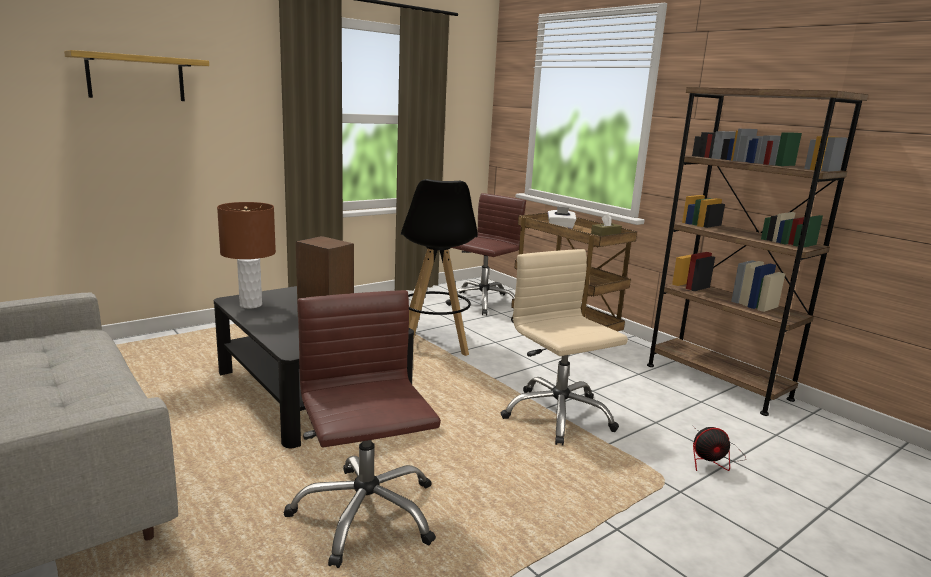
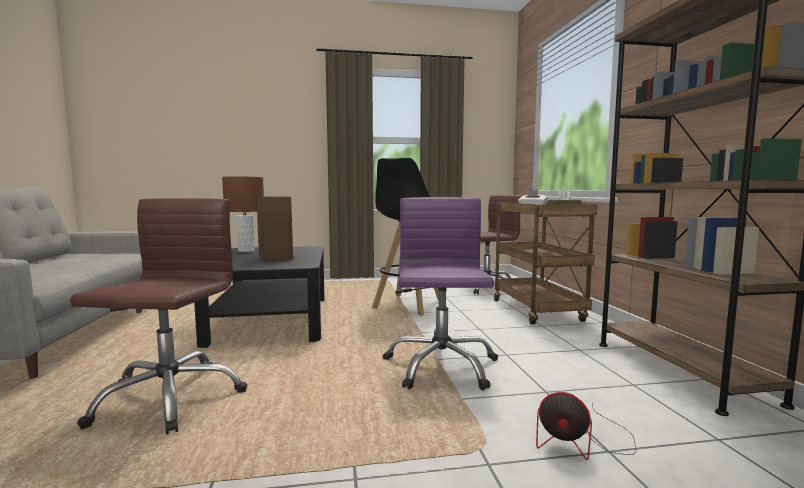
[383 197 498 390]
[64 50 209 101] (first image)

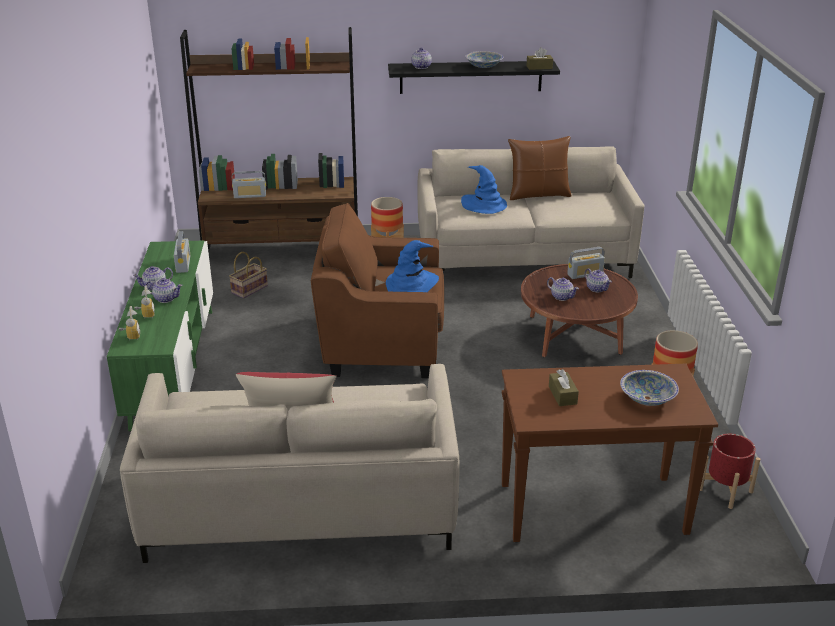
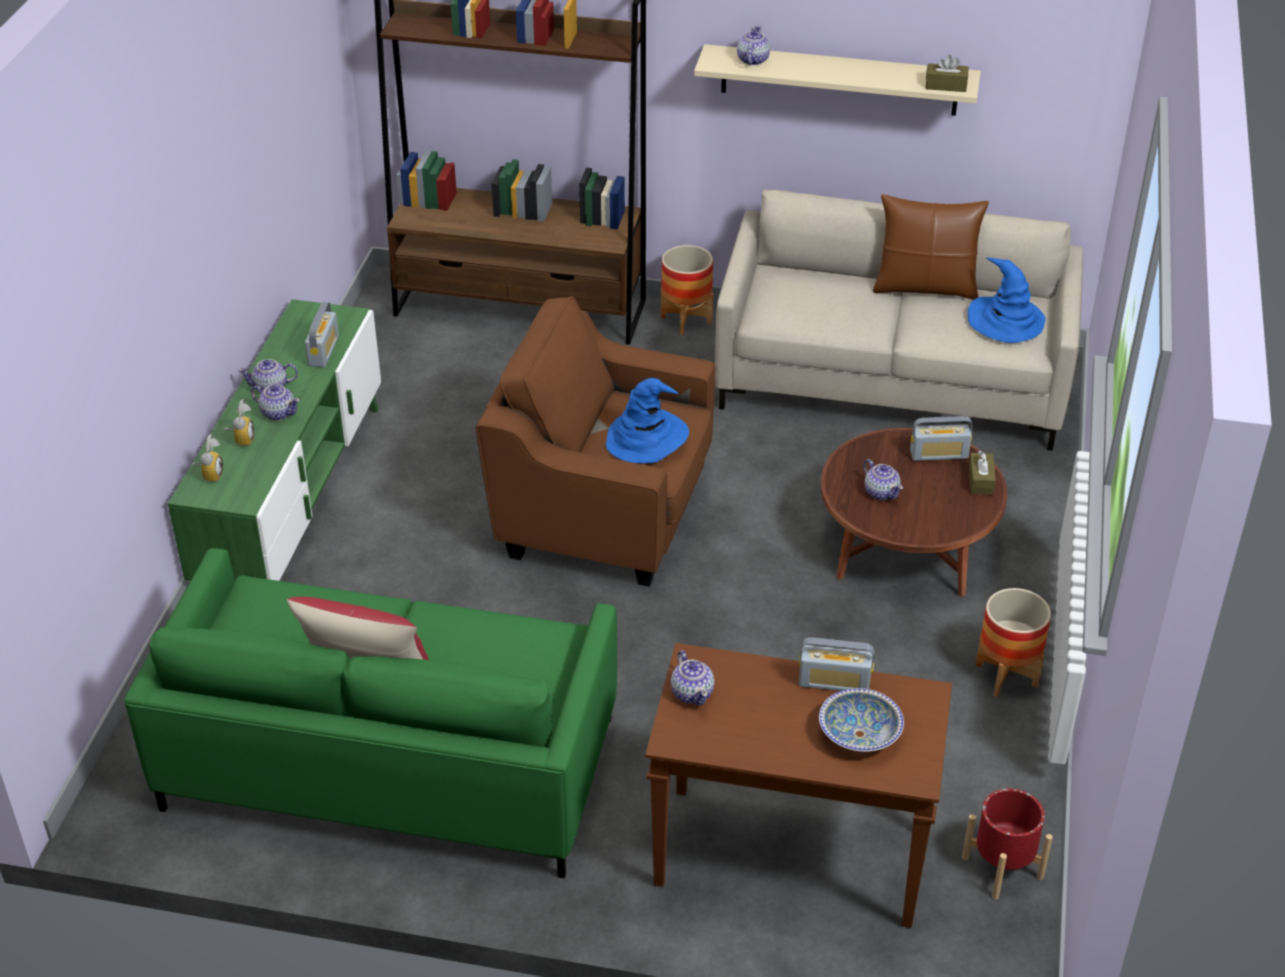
[124 548 617 878]
[671 650 715 706]
[694 44 981 116]
[799 637 874 691]
[968 258 1046 343]
[969 451 996 495]
[229 252 268 299] (first image)
[465 51 503 68] (first image)

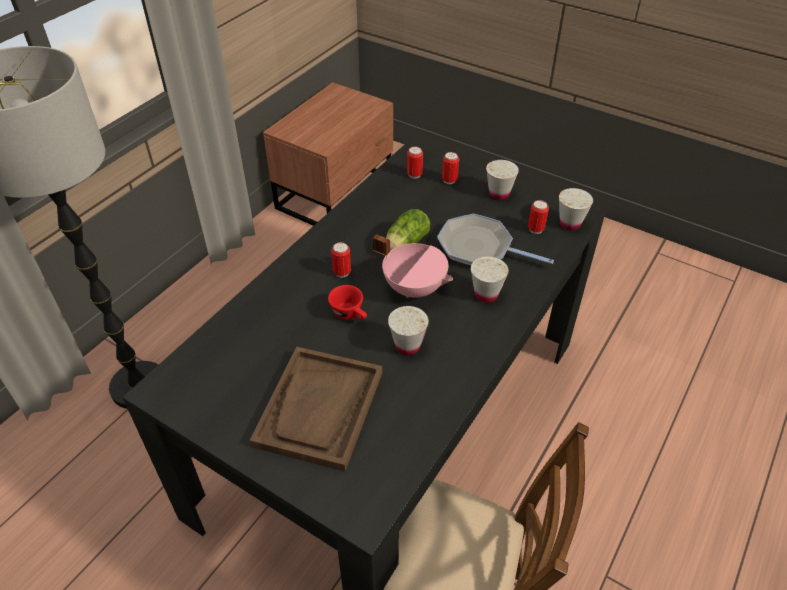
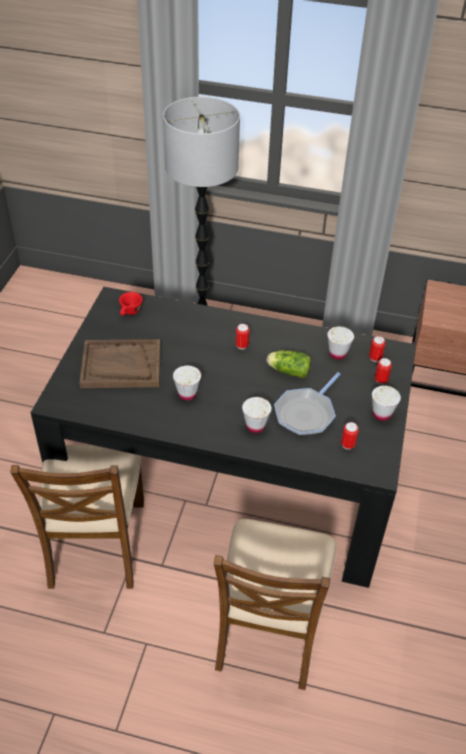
[119 292 143 316]
[214 519 337 690]
[274 372 340 435]
[327 327 354 359]
[373 234 453 298] (first image)

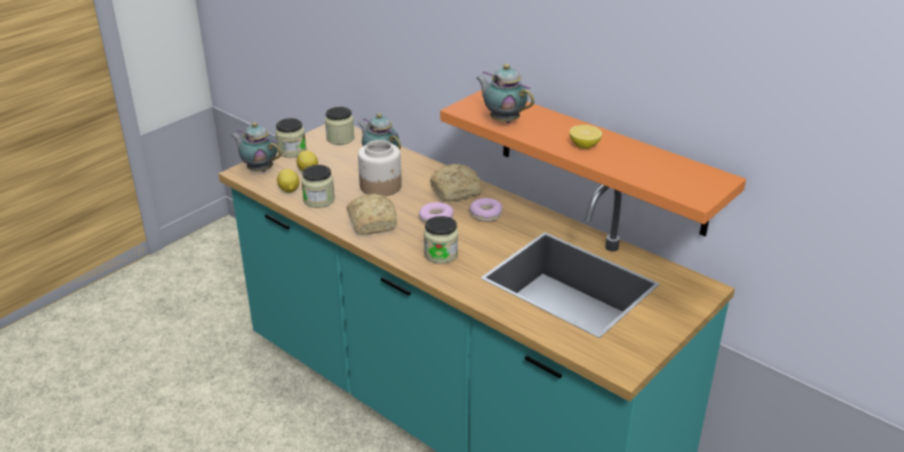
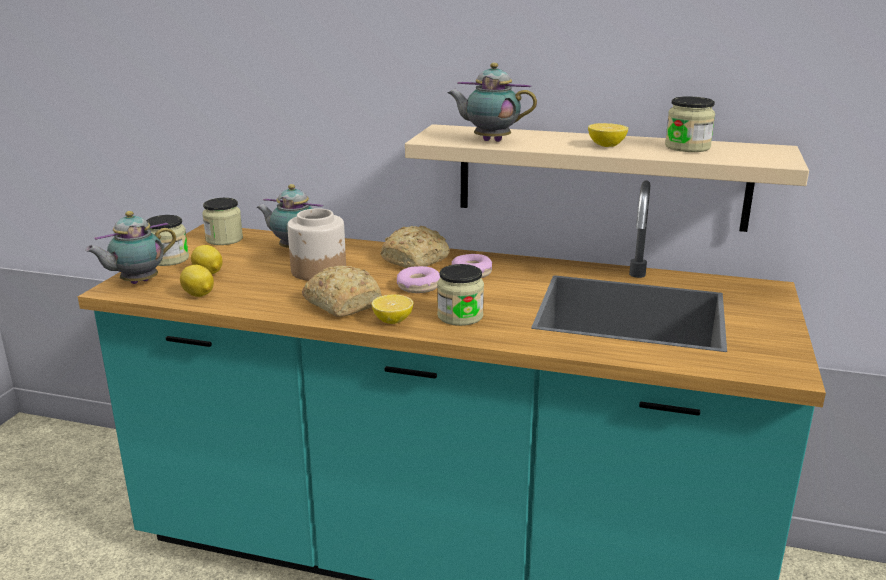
[85 211 176 284]
[372 294 414 324]
[405 124 809 232]
[665 96 715 152]

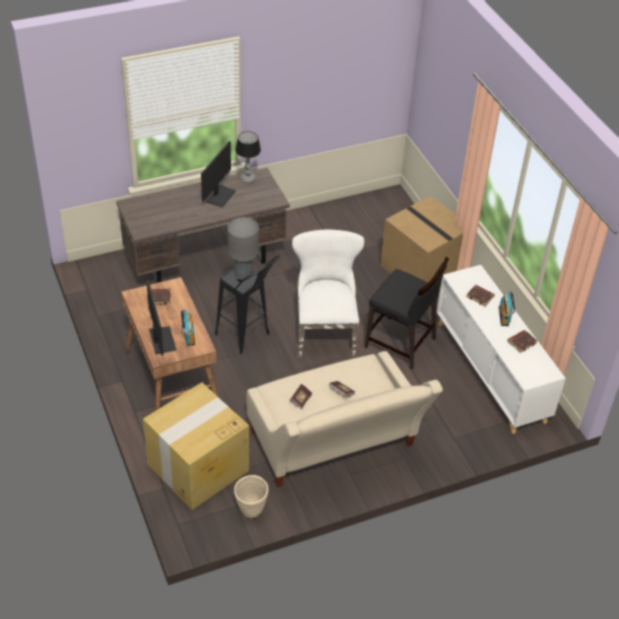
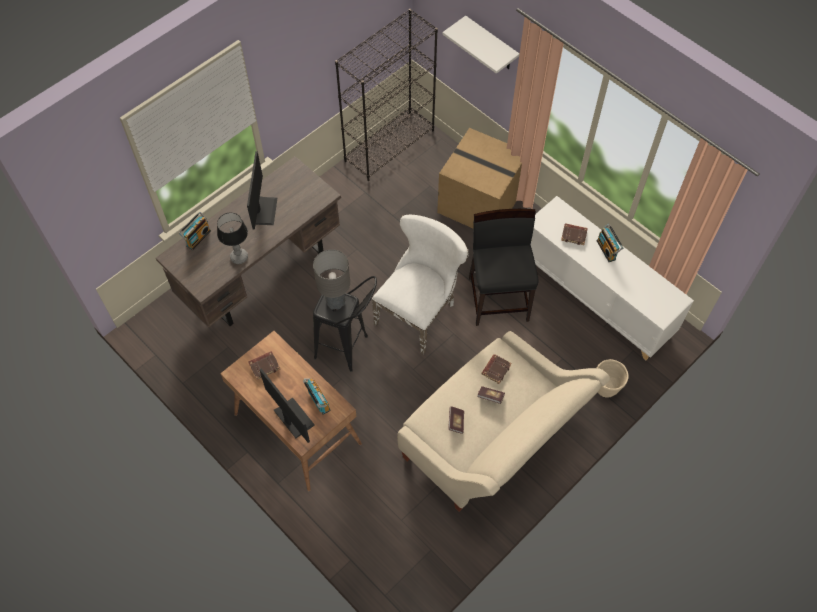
[179 212 211 250]
[217 213 248 264]
[335 9 438 181]
[372 214 469 354]
[442 16 519 74]
[469 209 539 326]
[481 354 512 384]
[597 359 629 398]
[143 382 249 510] (first image)

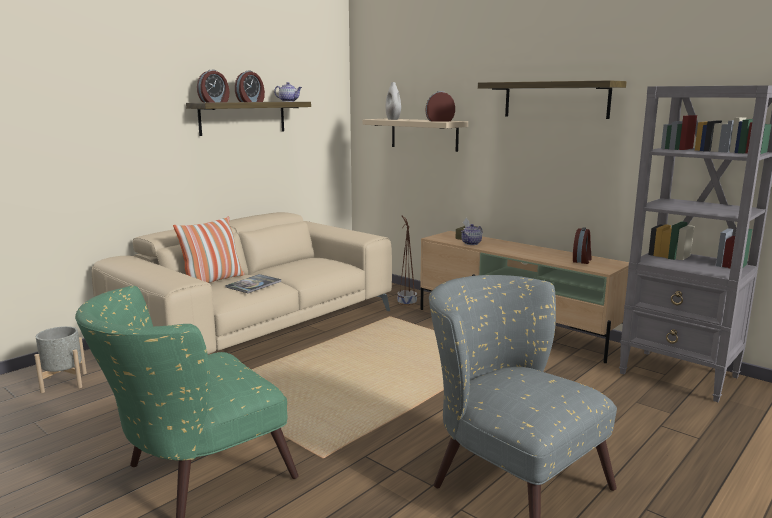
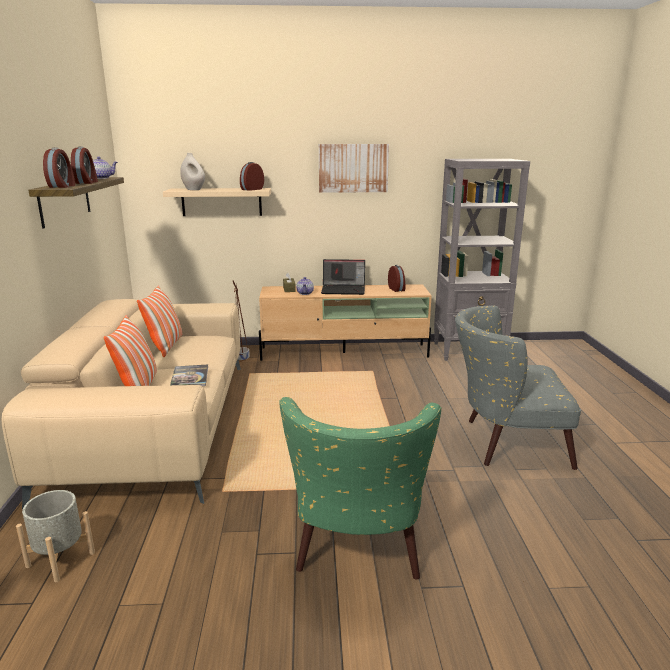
[137 285 182 357]
[319 144 389 193]
[321 259 365 295]

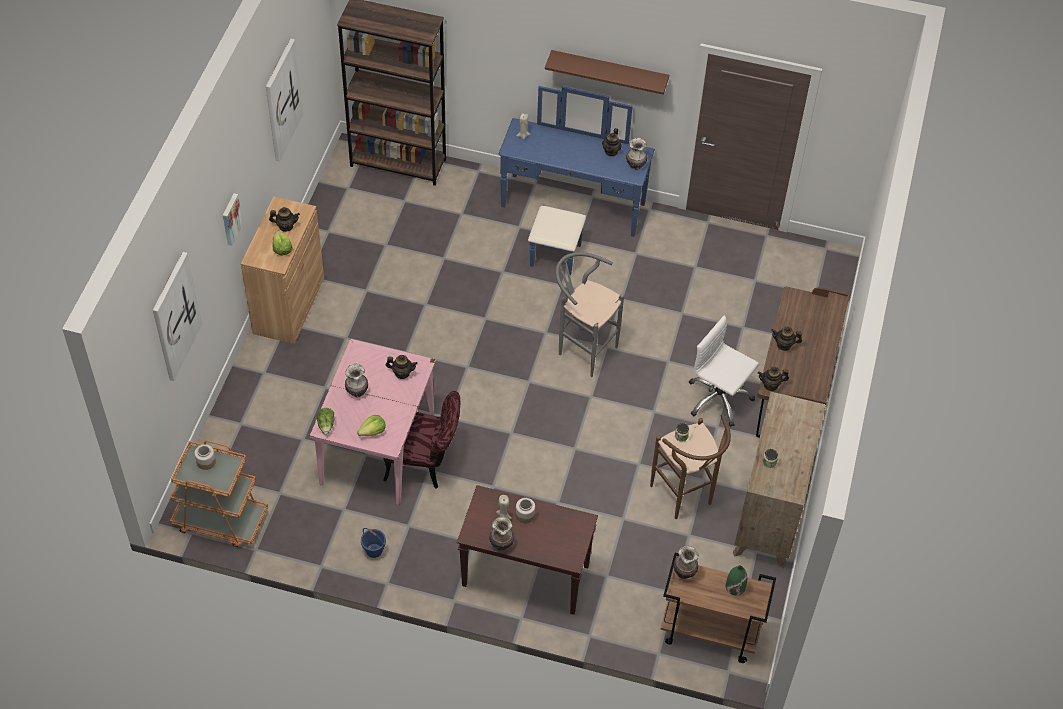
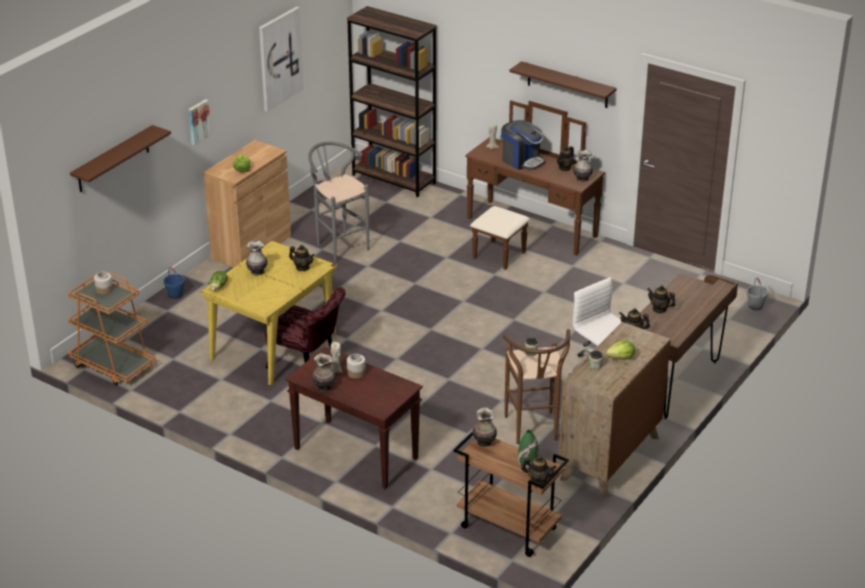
[70 125 171 192]
[163 267 185 299]
[200 241 337 386]
[308 142 369 263]
[465 100 605 270]
[501 120 545 170]
[521 455 556 485]
[605 340 635 360]
[746 278 768 310]

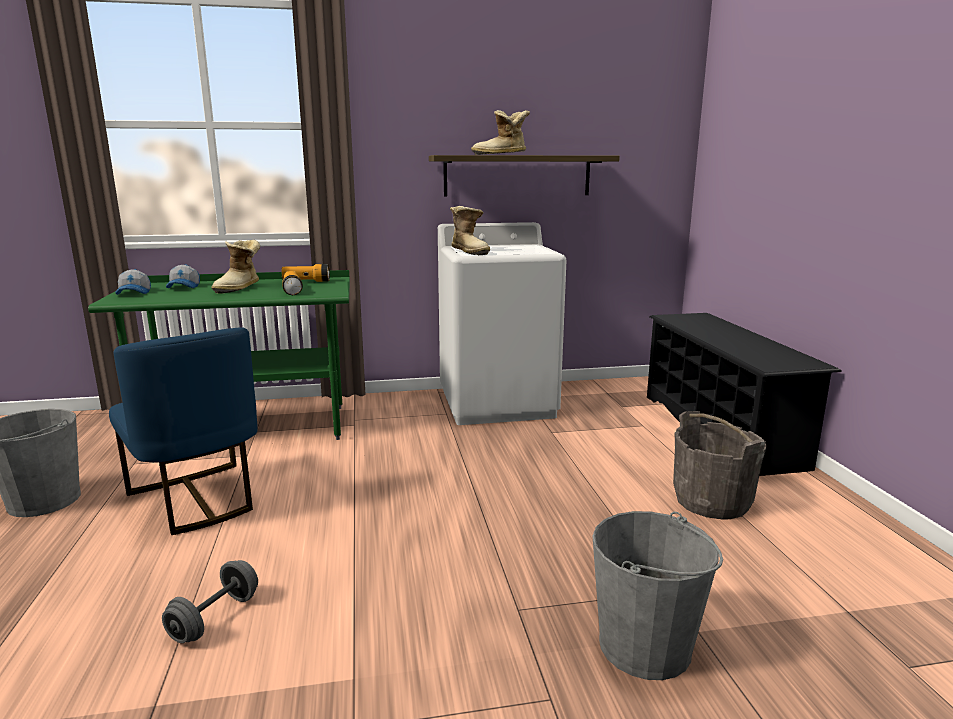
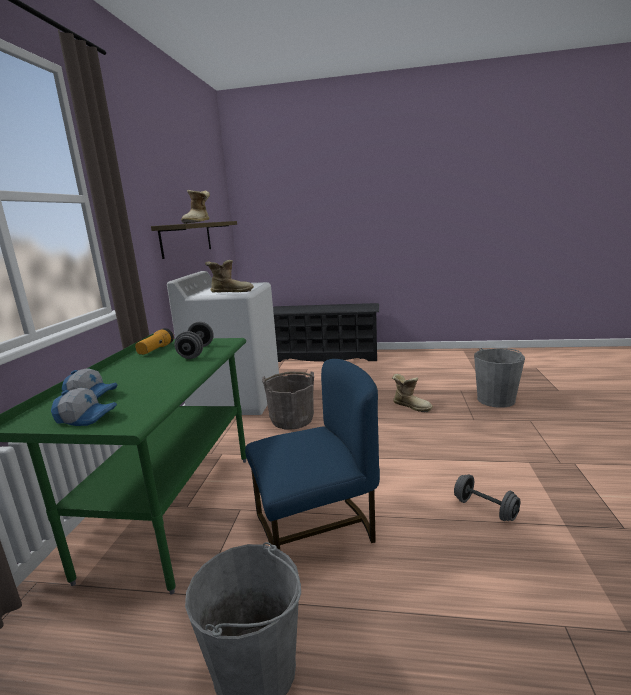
[174 322 214 359]
[262 371 314 430]
[392 374 433 412]

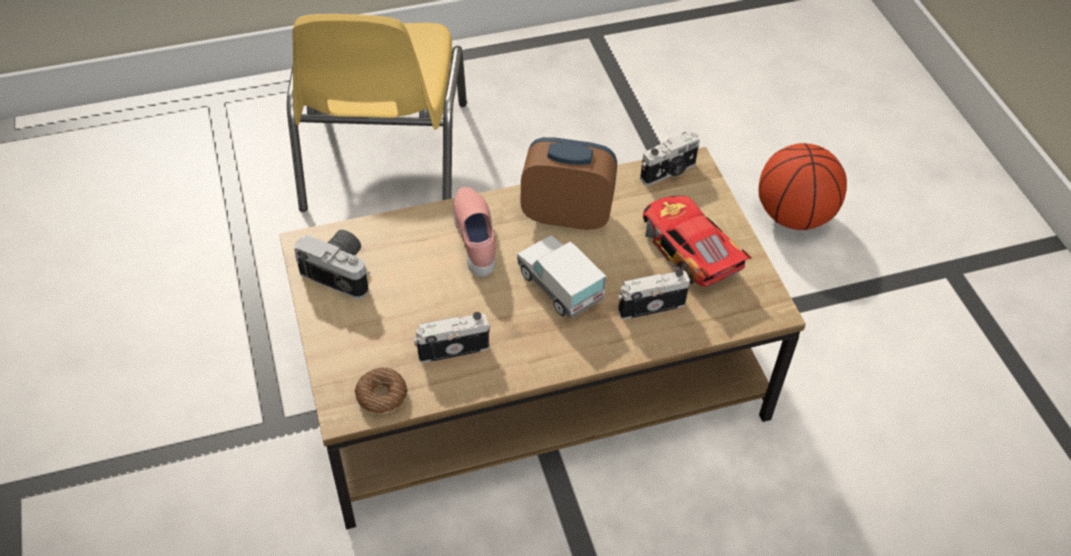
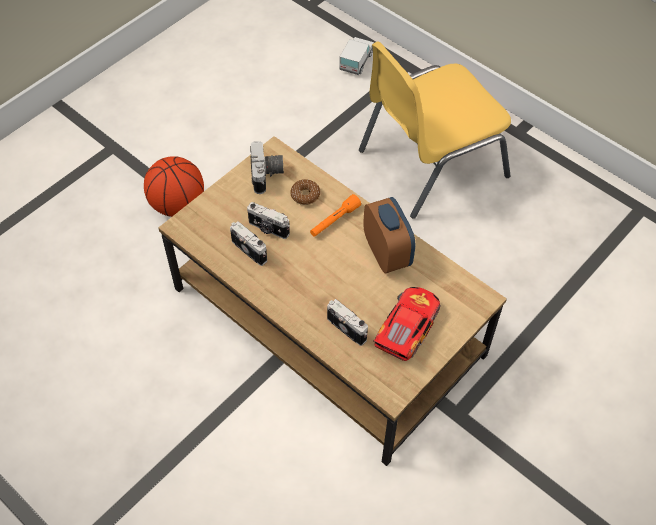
[144 156 204 217]
[247 202 290 239]
[290 179 320 205]
[310 194 361 237]
[339 37 374 75]

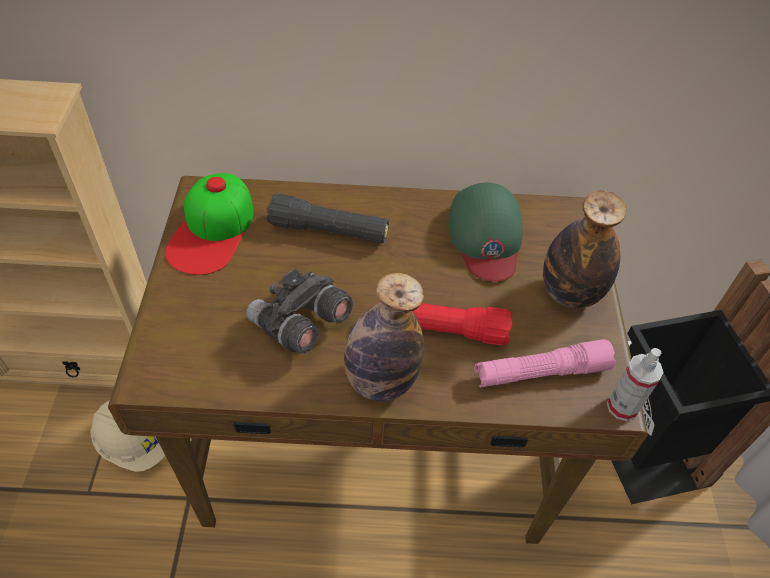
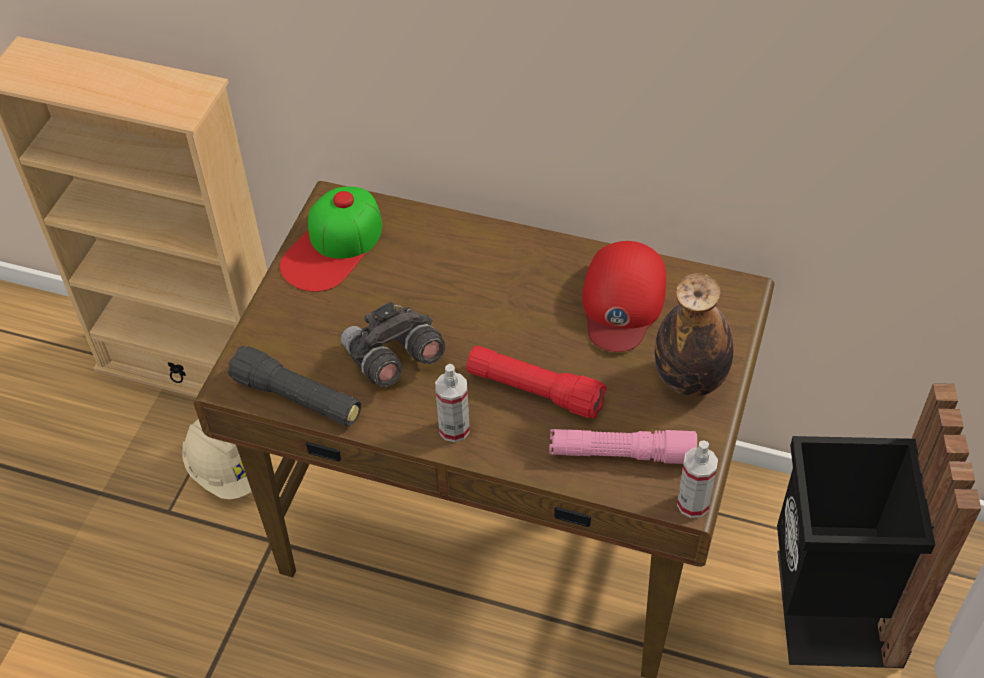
[228 346 361 426]
[435 364 470 442]
[582 241 666 352]

